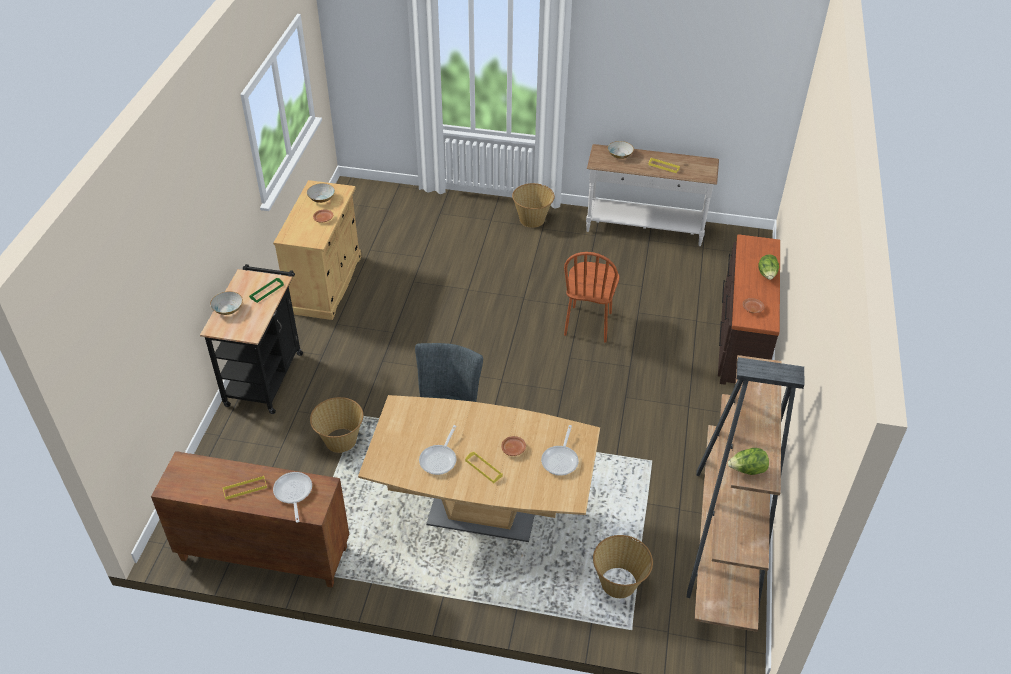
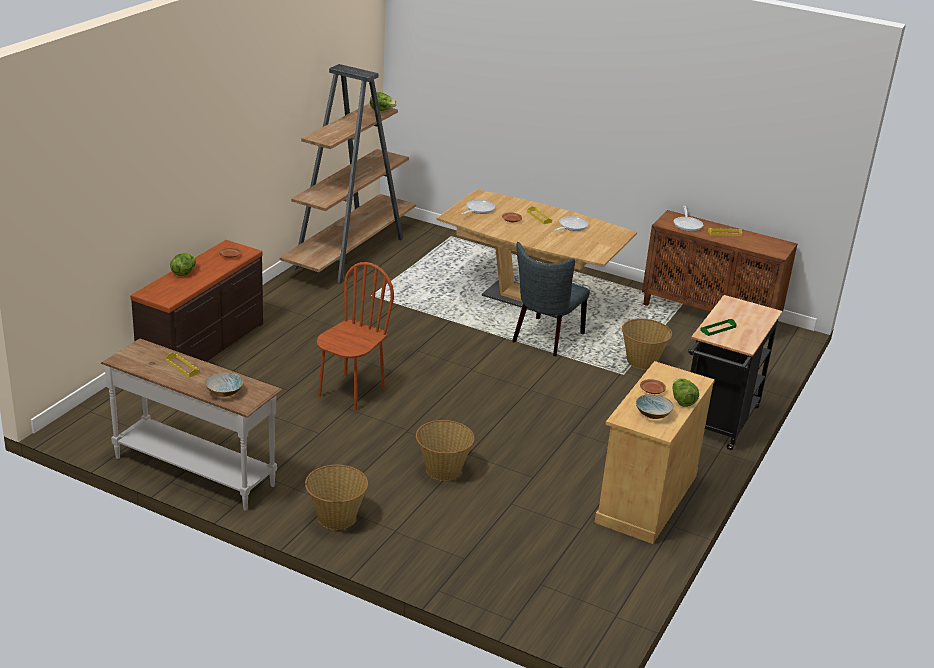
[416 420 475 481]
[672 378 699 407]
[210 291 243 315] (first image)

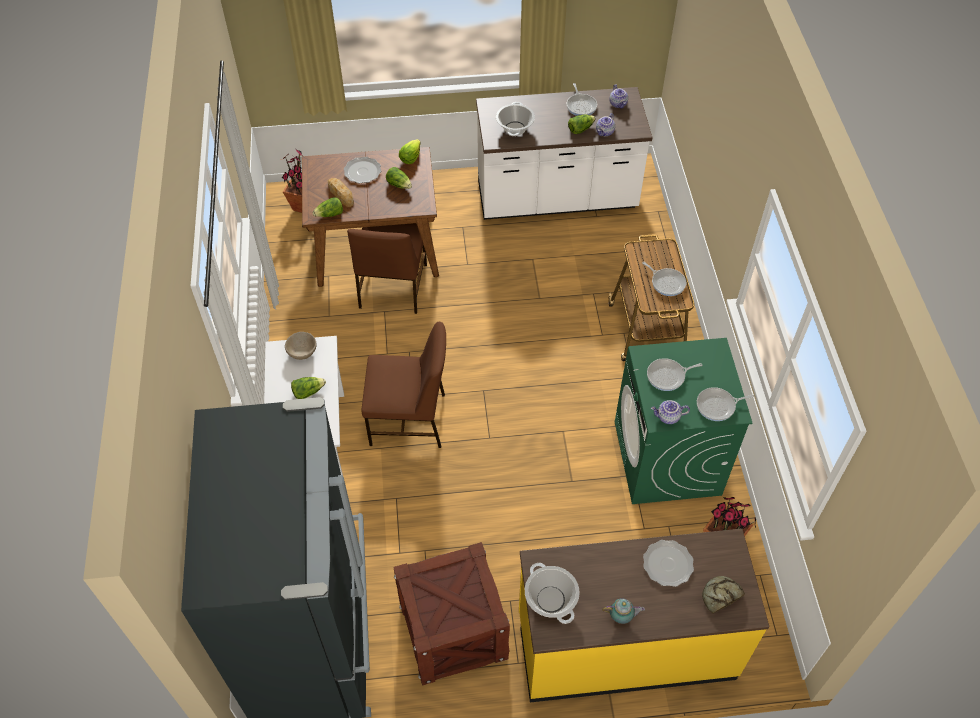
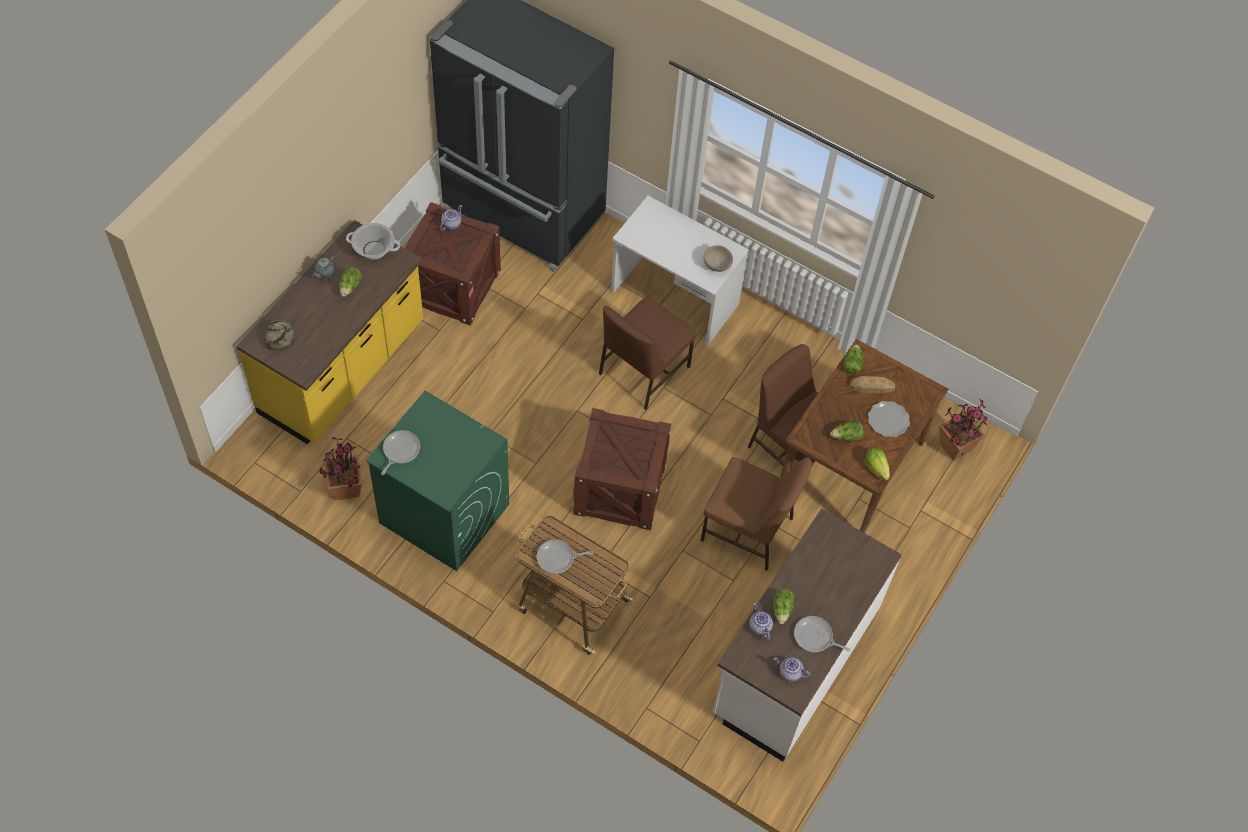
[339 267 362 297]
[440 205 462 231]
[573 408 671 531]
[701 457 812 570]
[496 102 535 136] (first image)
[643 540 694 587] (first image)
[647 358 702 391] (first image)

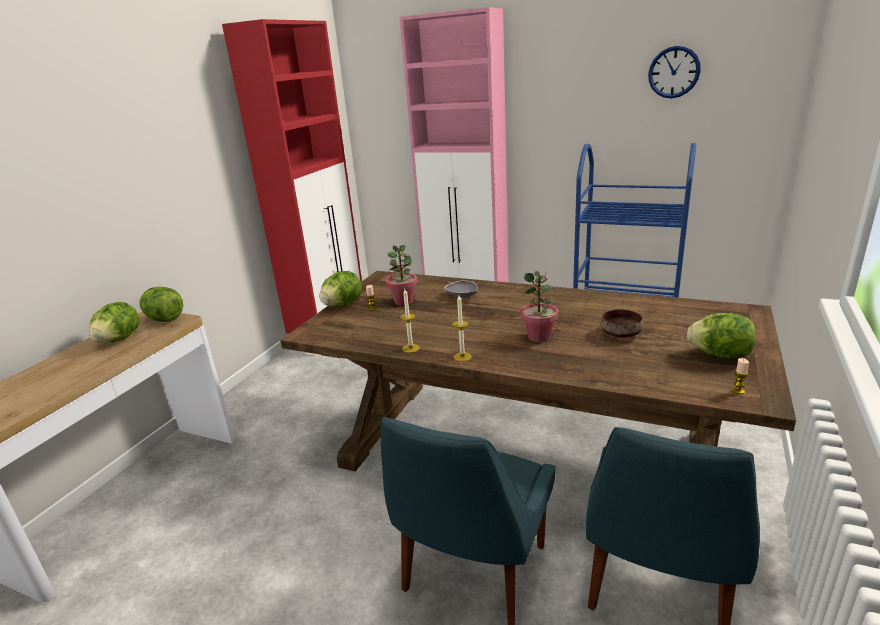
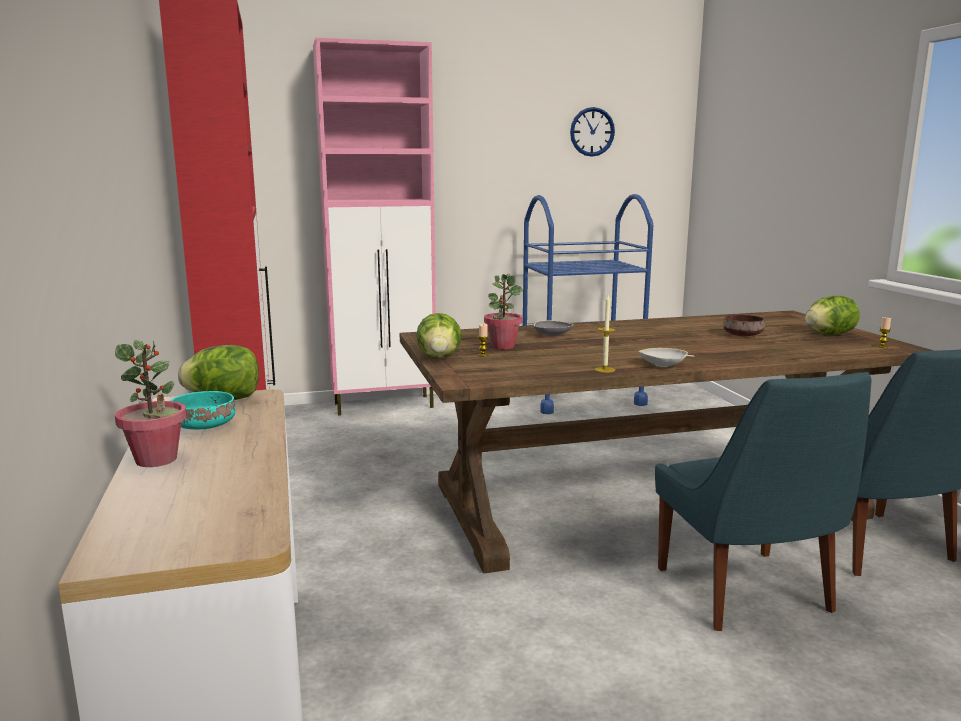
[115 340 187 467]
[171 391 236 429]
[639 348 694 367]

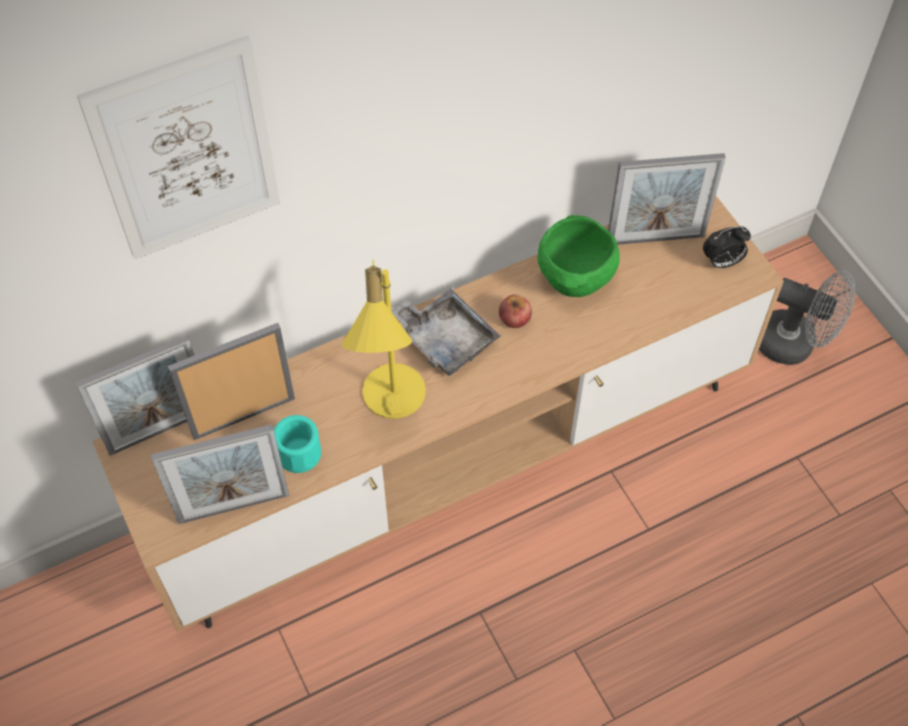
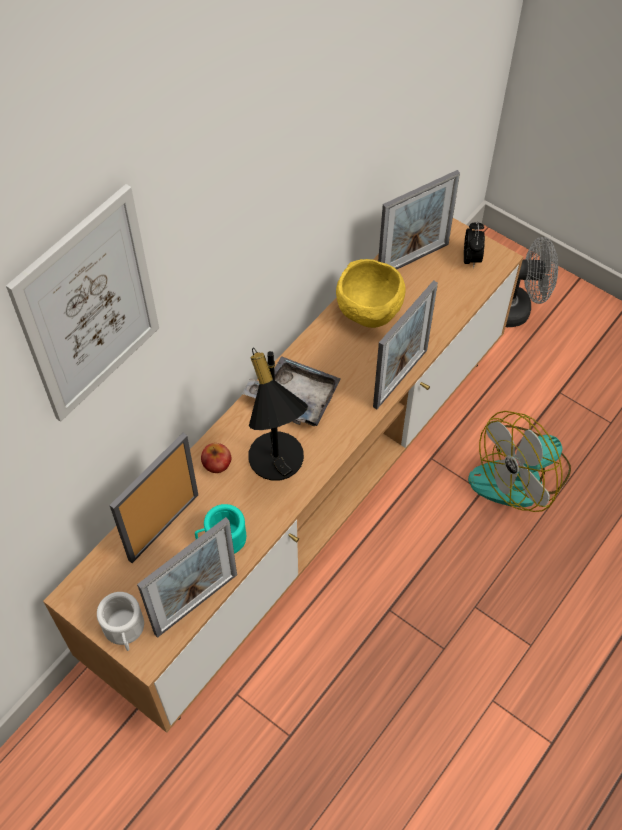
[97 592 144 651]
[201 443 232 473]
[248 347 308 481]
[336 259 406 328]
[373 280 438 409]
[464 222 485 269]
[468 411 571 512]

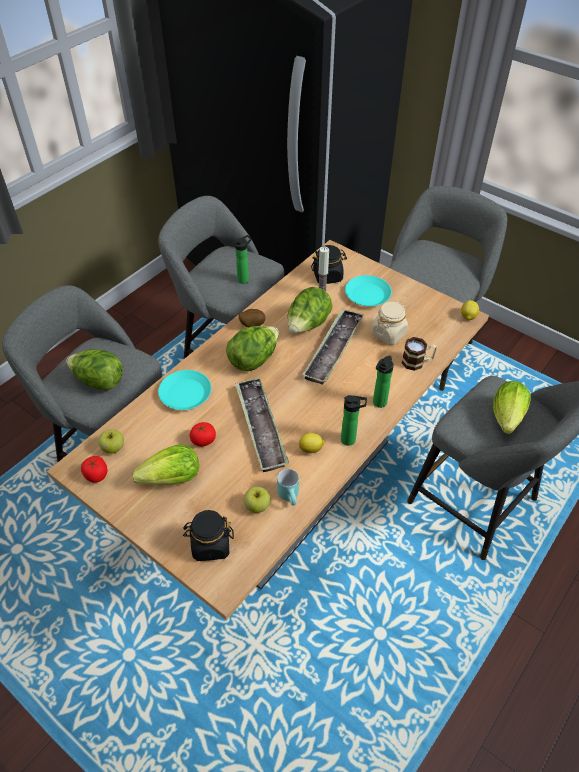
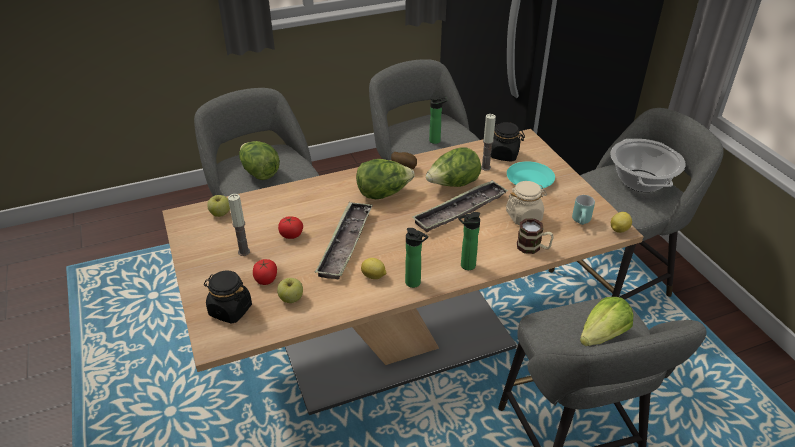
[228 194 250 256]
[253 259 277 285]
[572 195 595 225]
[610 139 686 192]
[158 370 211 410] (first image)

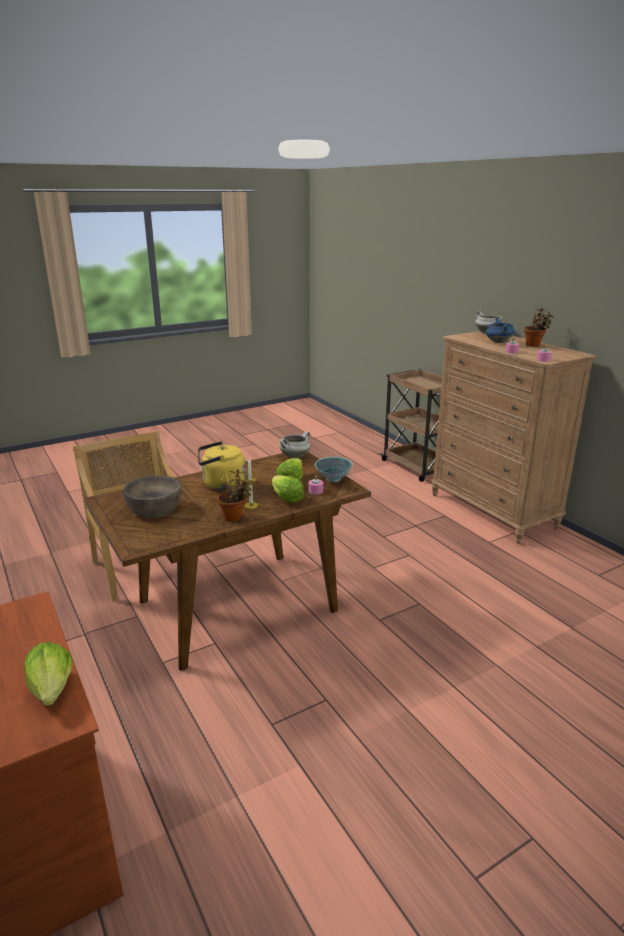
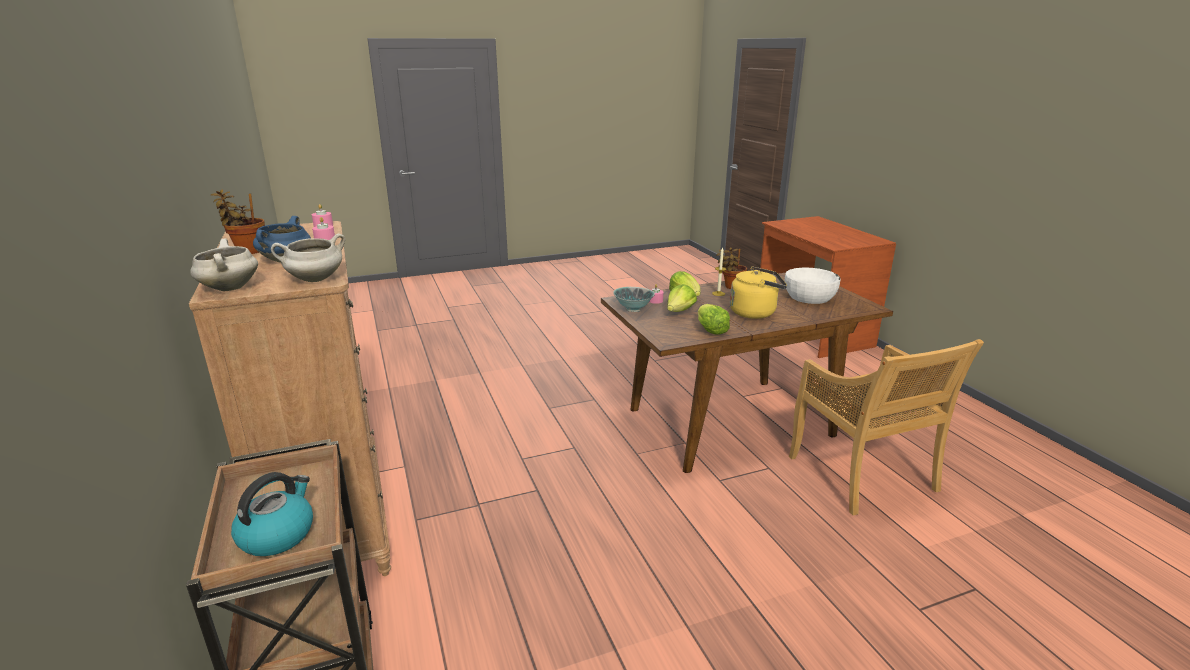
[231 472 313 556]
[271 234 345 282]
[698 304 730 335]
[785 268 841 304]

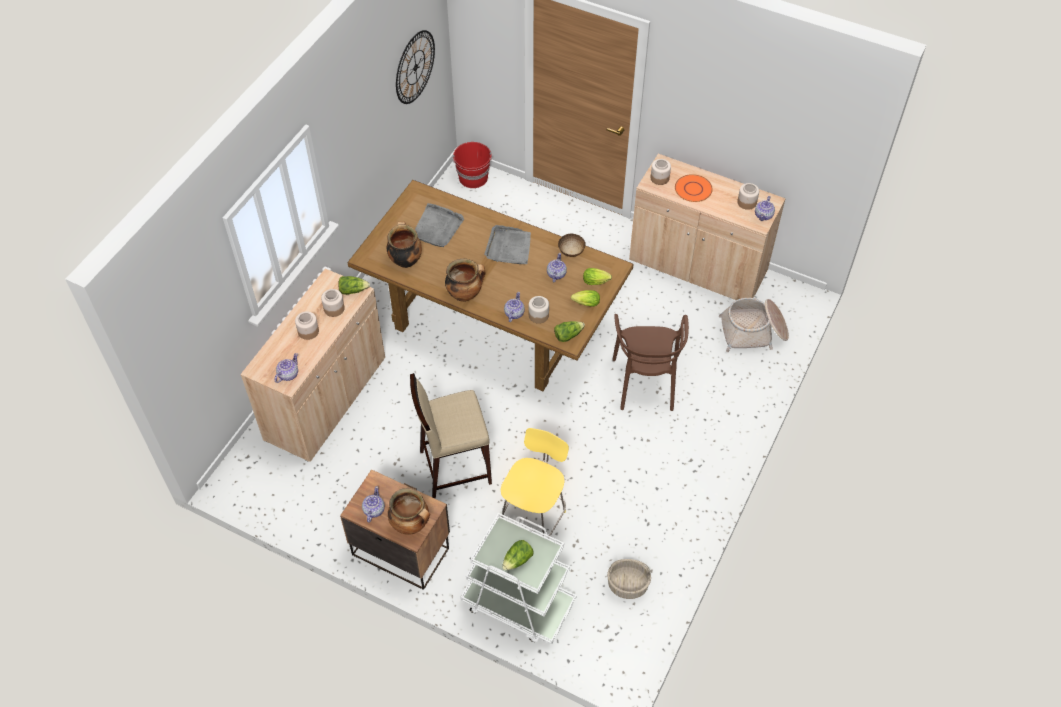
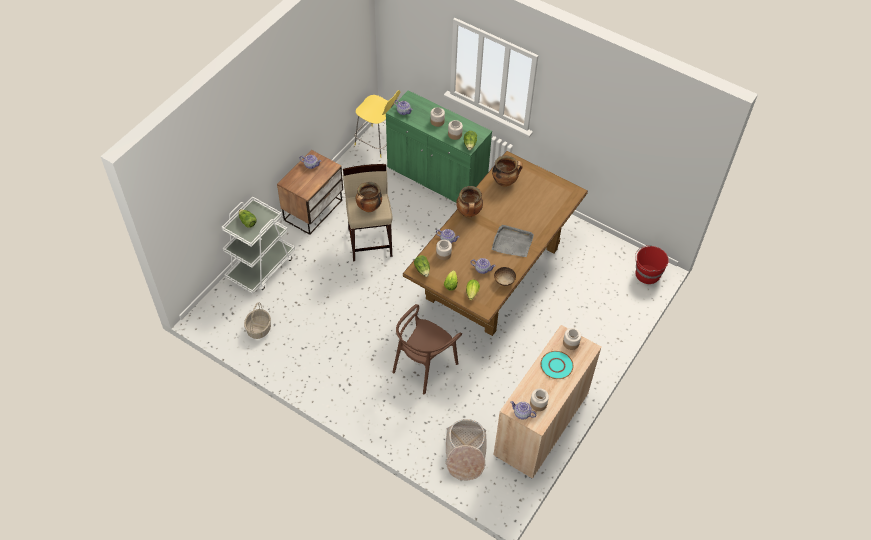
[354 90 400 158]
[356 182 382 212]
[386 90 492 202]
[392 304 462 394]
[541 351 574 379]
[396 30 435 104] (first image)
[415 203 464 247] (first image)

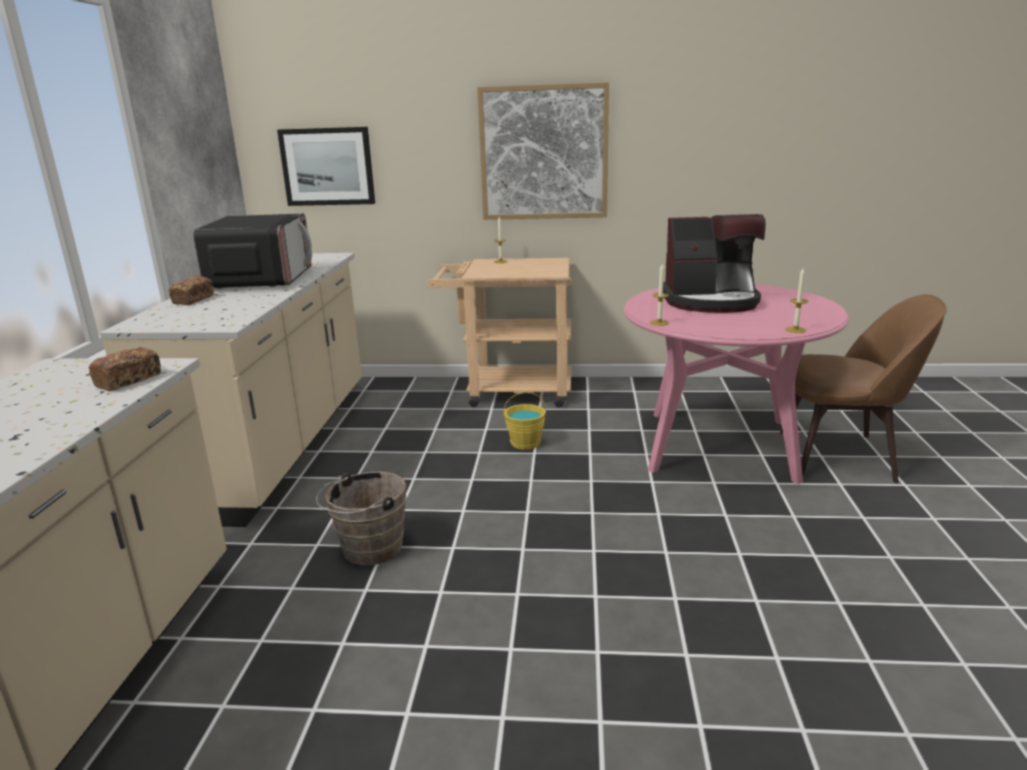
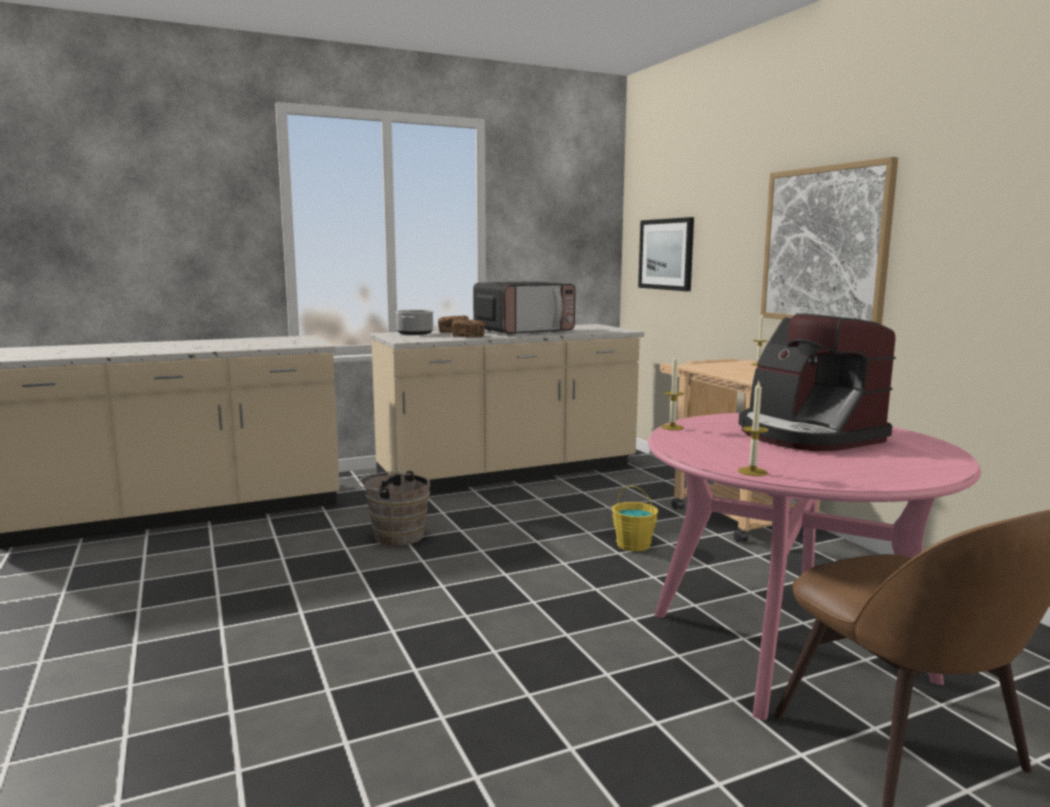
[395 310 434 335]
[452 320 485 337]

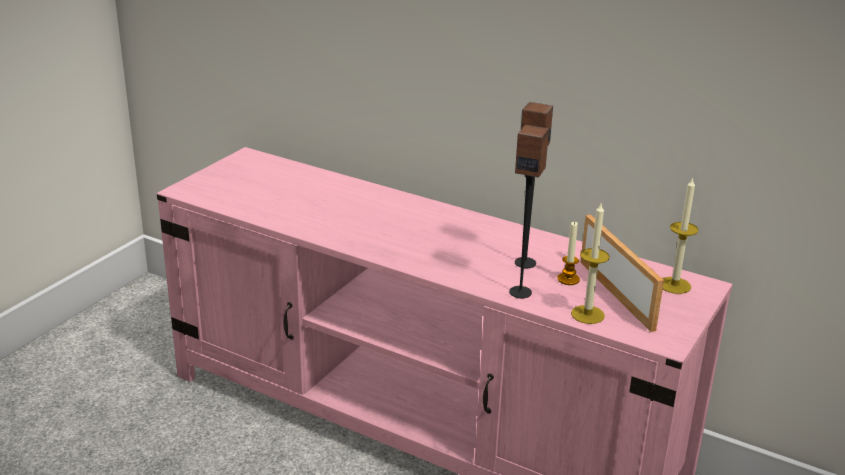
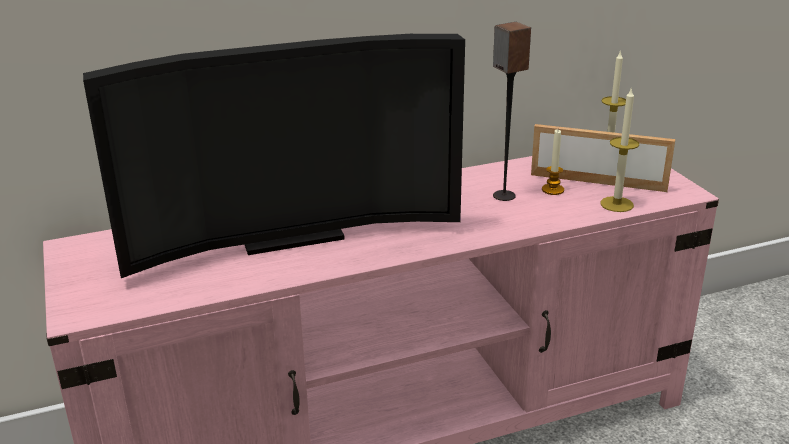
[83 34 465 278]
[509 125 549 298] (first image)

